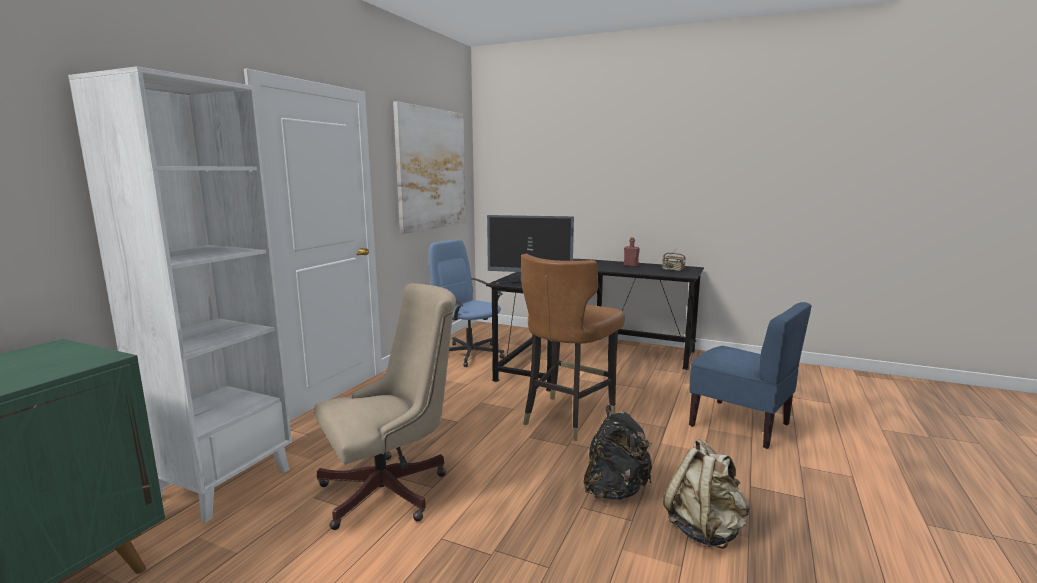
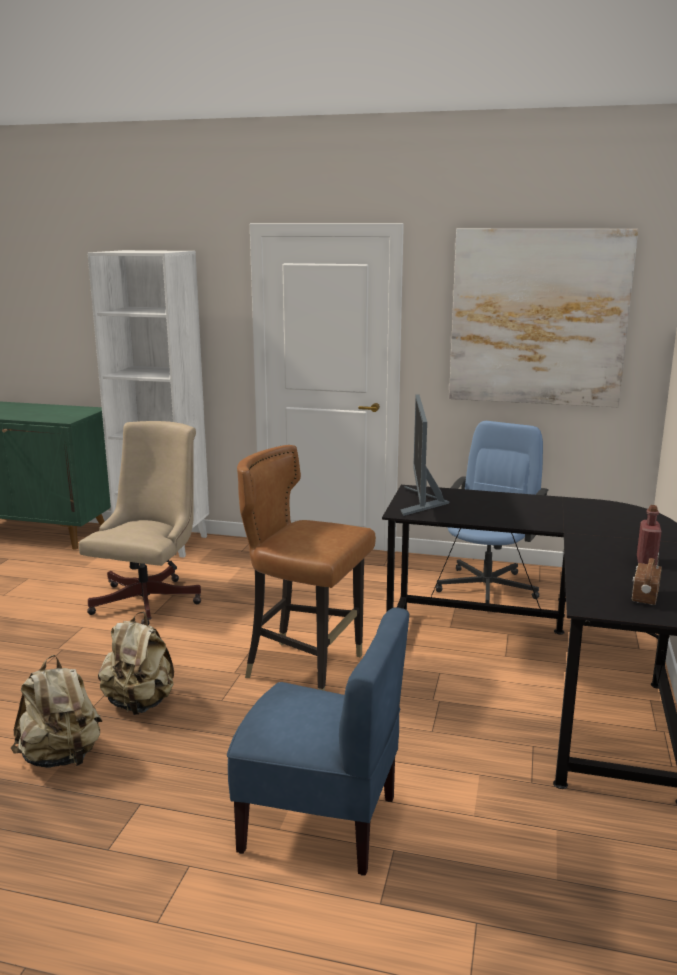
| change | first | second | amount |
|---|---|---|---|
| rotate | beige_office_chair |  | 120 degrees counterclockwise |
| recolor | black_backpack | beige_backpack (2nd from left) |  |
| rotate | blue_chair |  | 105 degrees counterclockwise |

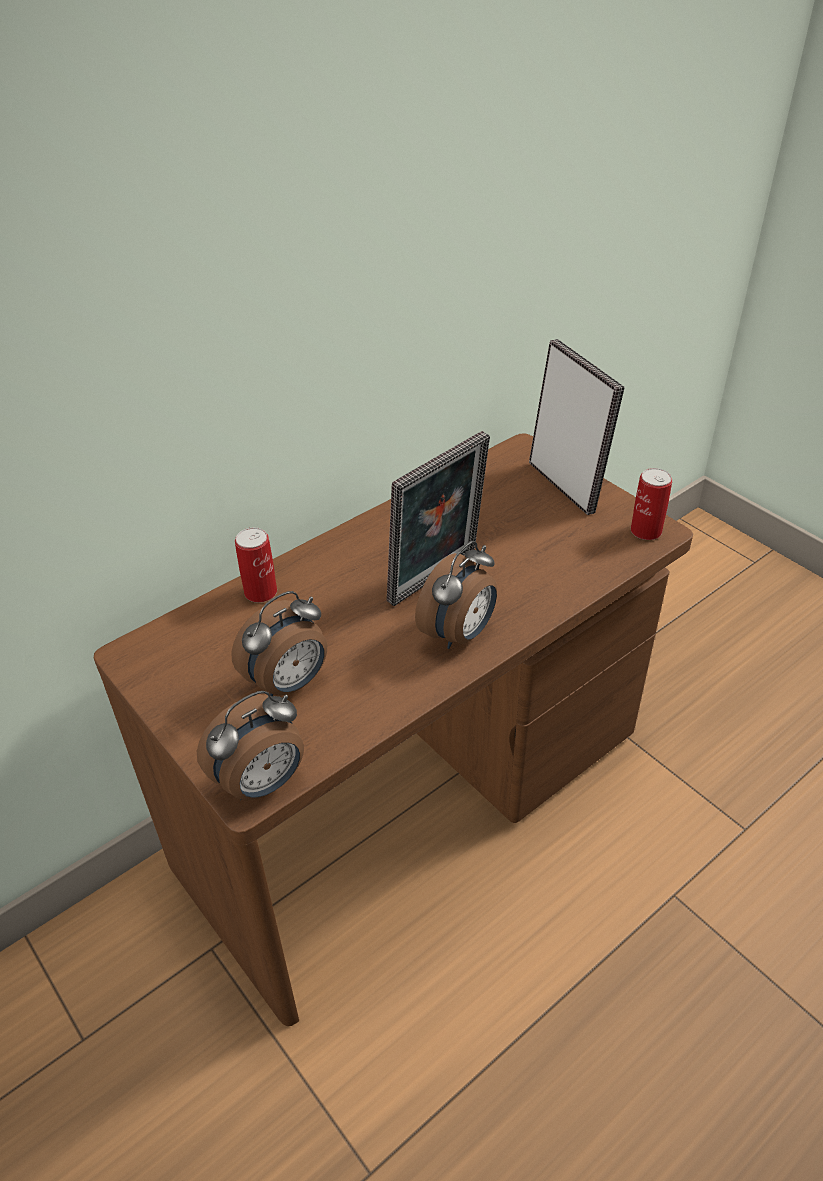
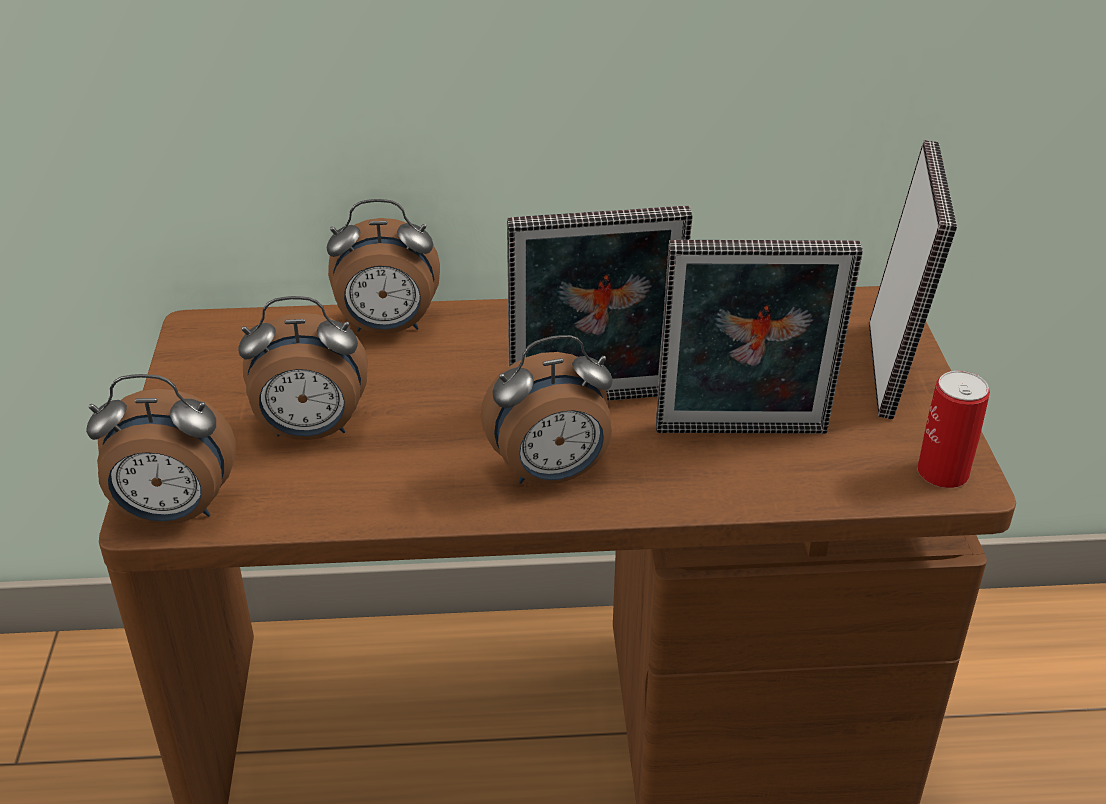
| change | first | second | amount |
|---|---|---|---|
| replace | can (1st from left) | alarm_clock (3rd from left) |  |
| insert |  | picture_frame (2nd from left) |  |

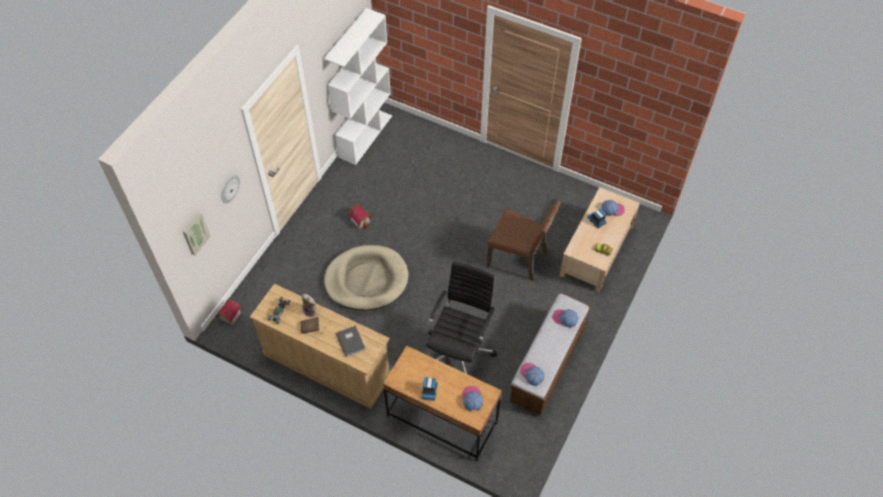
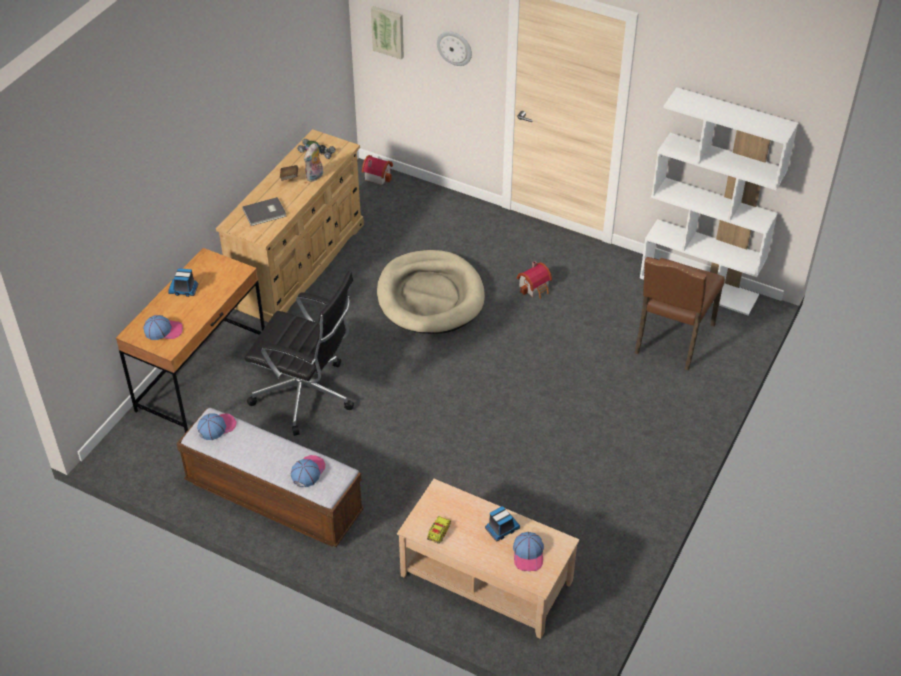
| change | first | second | amount |
|---|---|---|---|
| move | brown_chair |  |  |

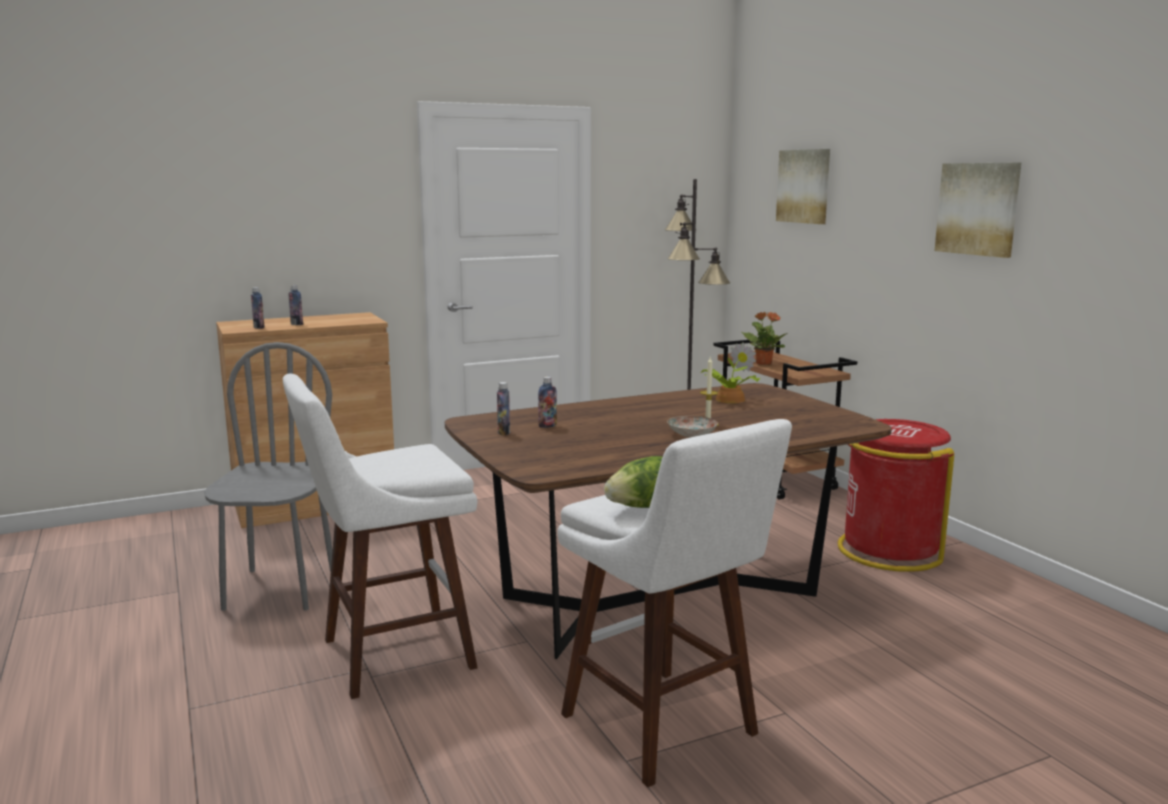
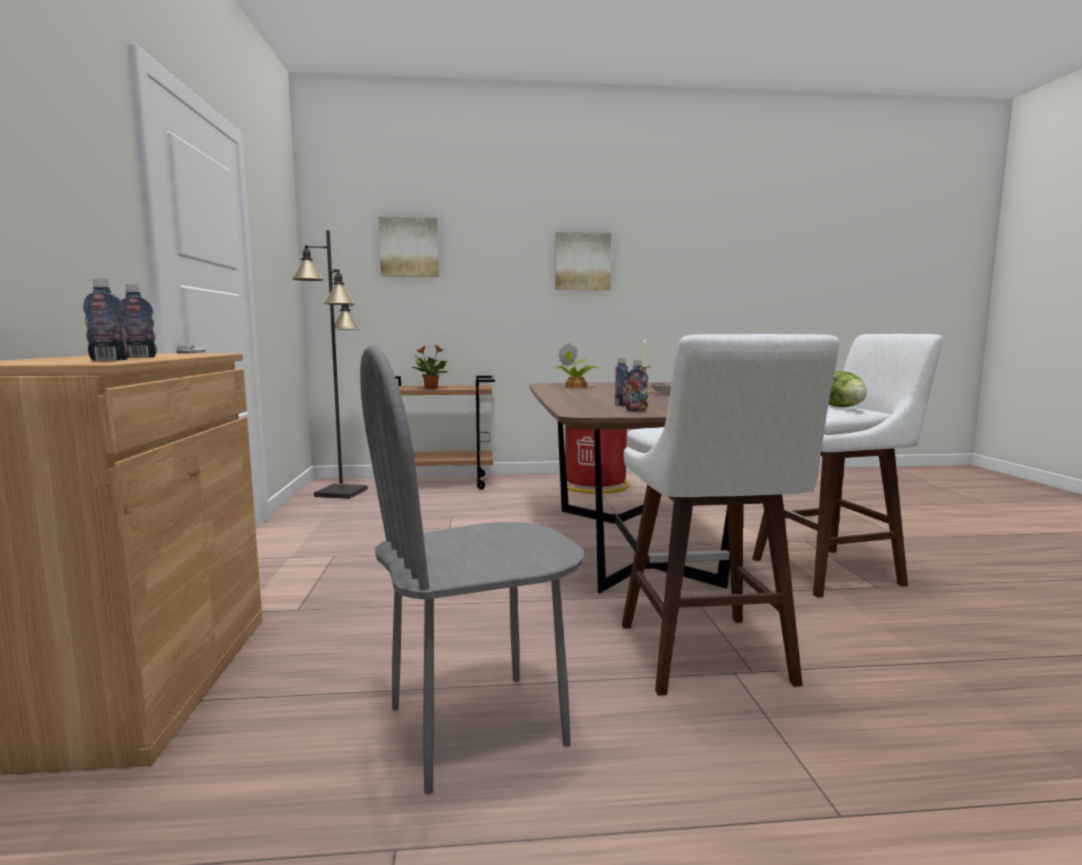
| change | first | second | amount |
|---|---|---|---|
| rotate | grey_chair |  | 45 degrees counterclockwise |

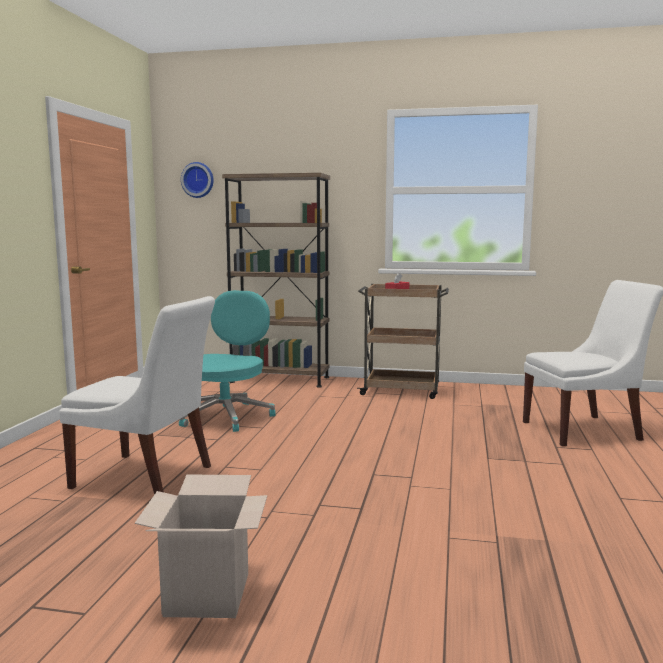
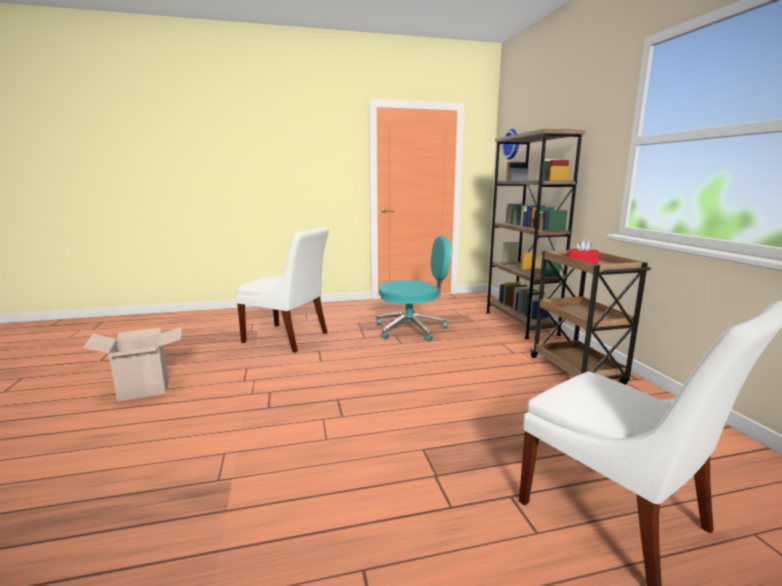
| change | first | second | amount |
|---|---|---|---|
| rotate | white_chair (1st from left) |  | 60 degrees counterclockwise |

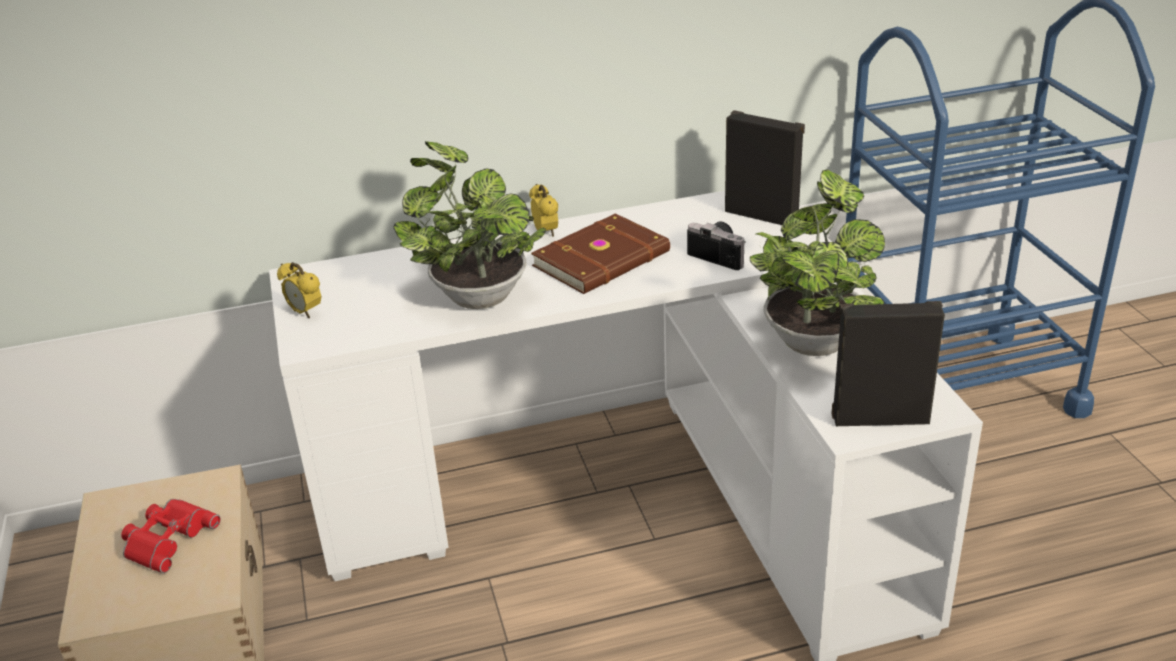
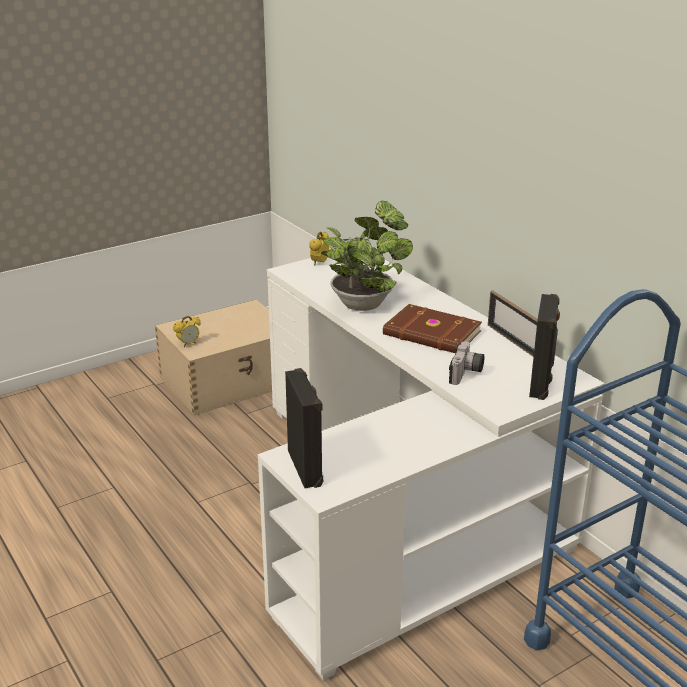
| change | first | second | amount |
|---|---|---|---|
| delete | red_binoculars |  |  |
| move | alarm_clock (2nd from left in the first image) | alarm_clock (1st from left) |  |
| delete | potted_plant (2nd from left) |  |  |
| insert |  | picture_frame |  |

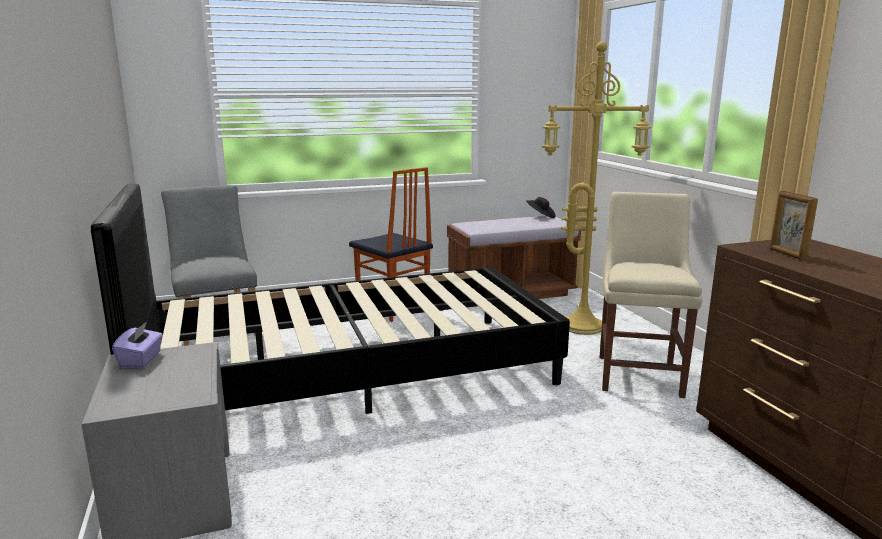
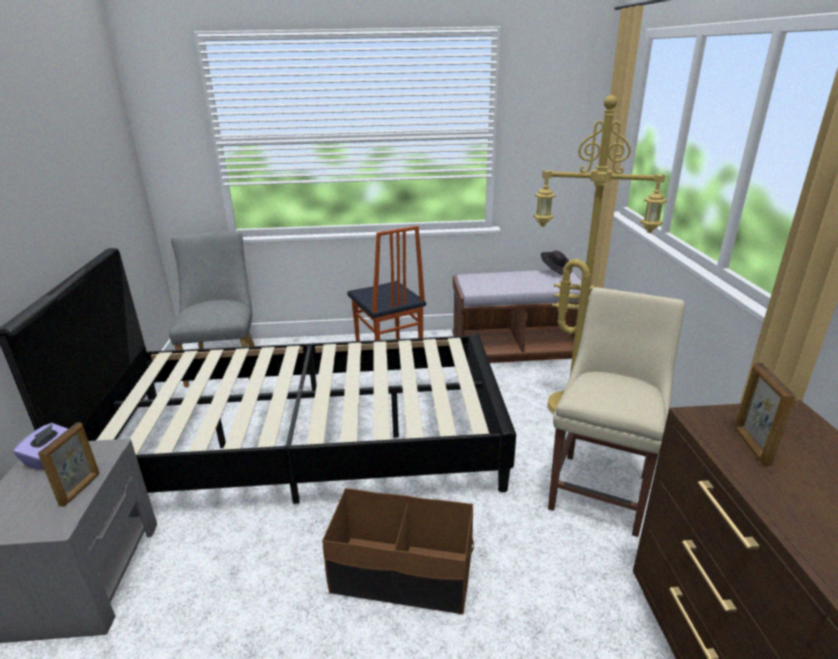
| change | first | second | amount |
|---|---|---|---|
| insert |  | picture_frame (1st from left) |  |
| insert |  | brown_storage_box |  |

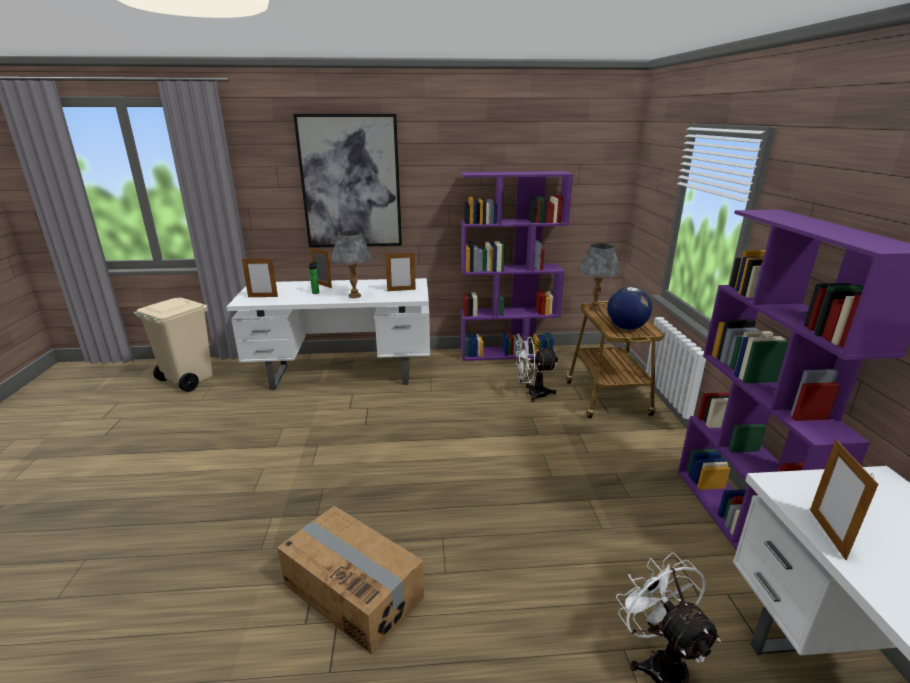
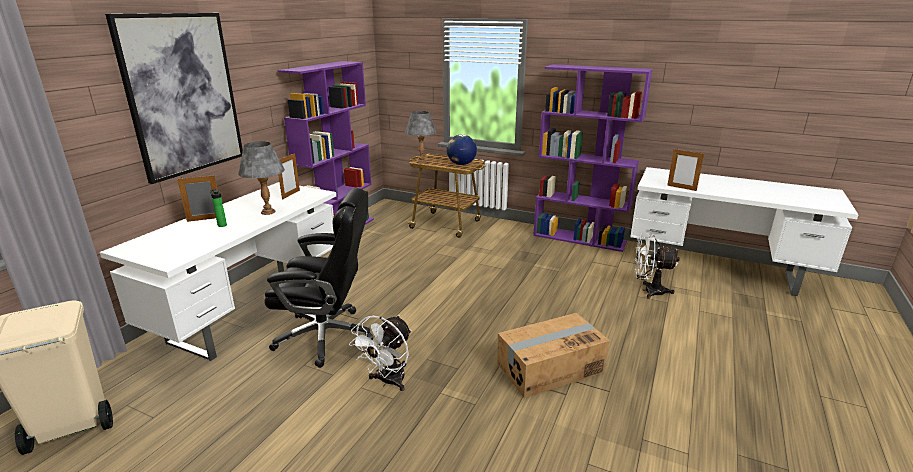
| change | first | second | amount |
|---|---|---|---|
| delete | picture_frame (1st from left) |  |  |
| move | white_fan (1st from left) |  |  |
| insert |  | black_office_chair |  |

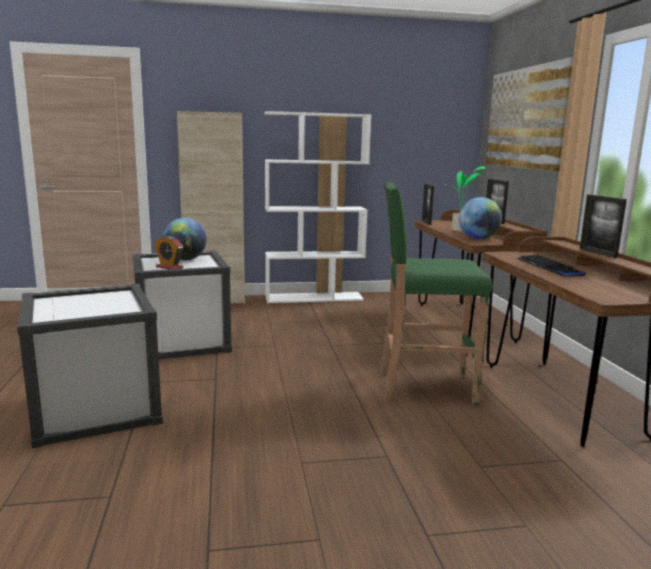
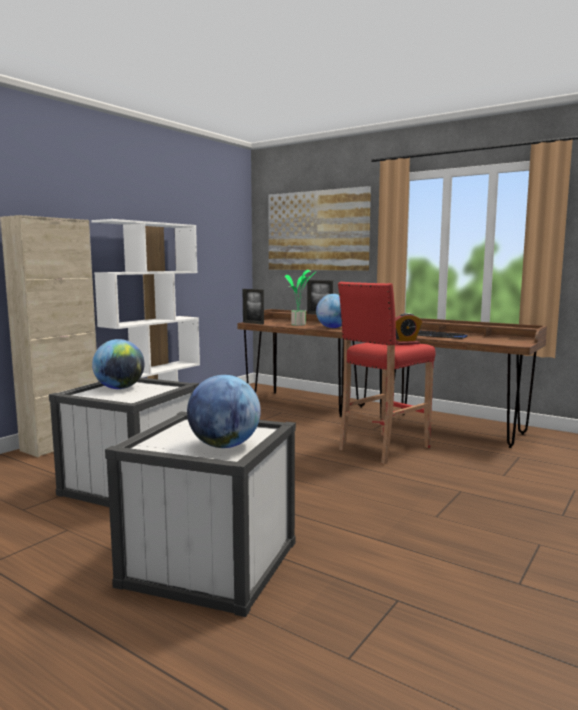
| change | first | second | amount |
|---|---|---|---|
| move | alarm_clock |  |  |
| recolor | green_stool | red_stool |  |
| delete | picture_frame (3rd from left) |  |  |
| insert |  | globe (2nd from left) |  |

